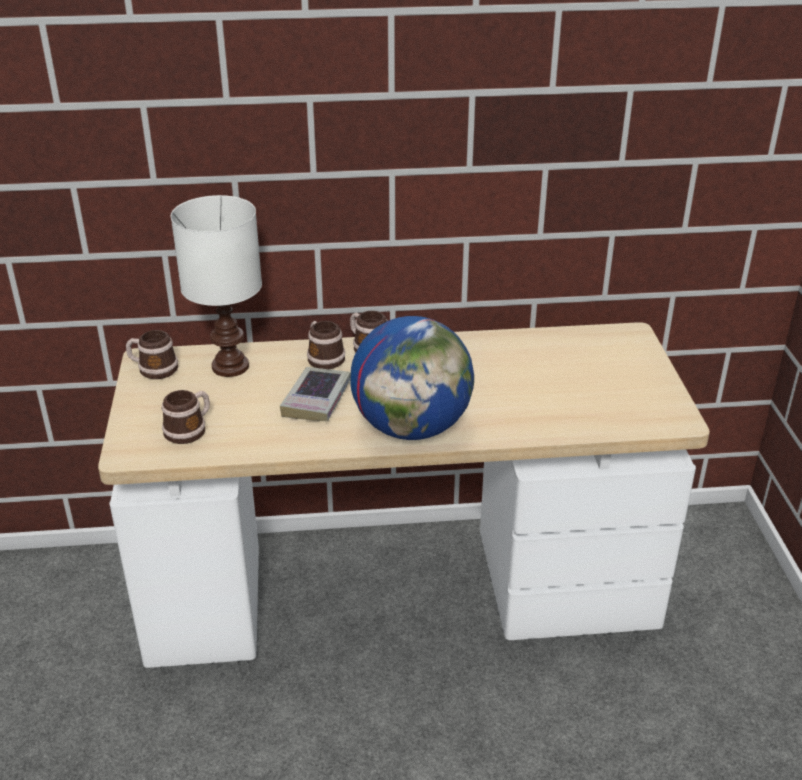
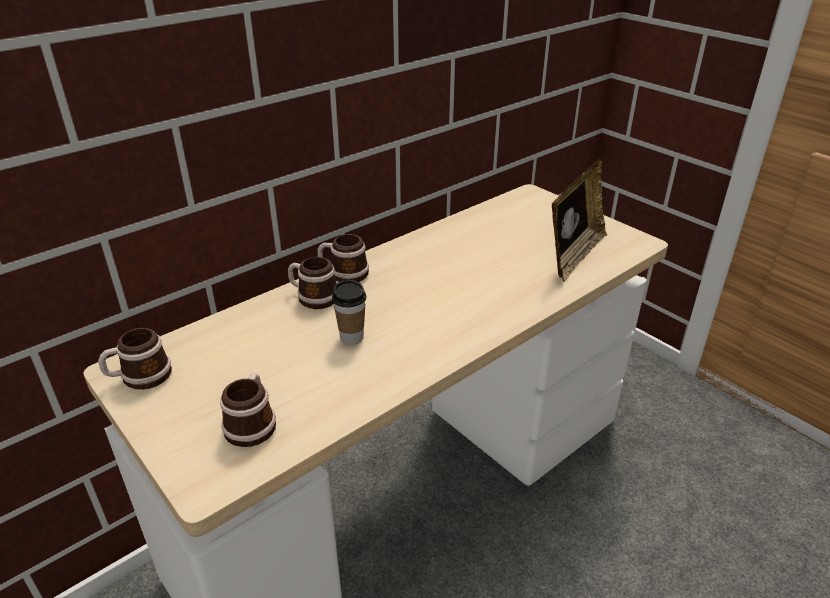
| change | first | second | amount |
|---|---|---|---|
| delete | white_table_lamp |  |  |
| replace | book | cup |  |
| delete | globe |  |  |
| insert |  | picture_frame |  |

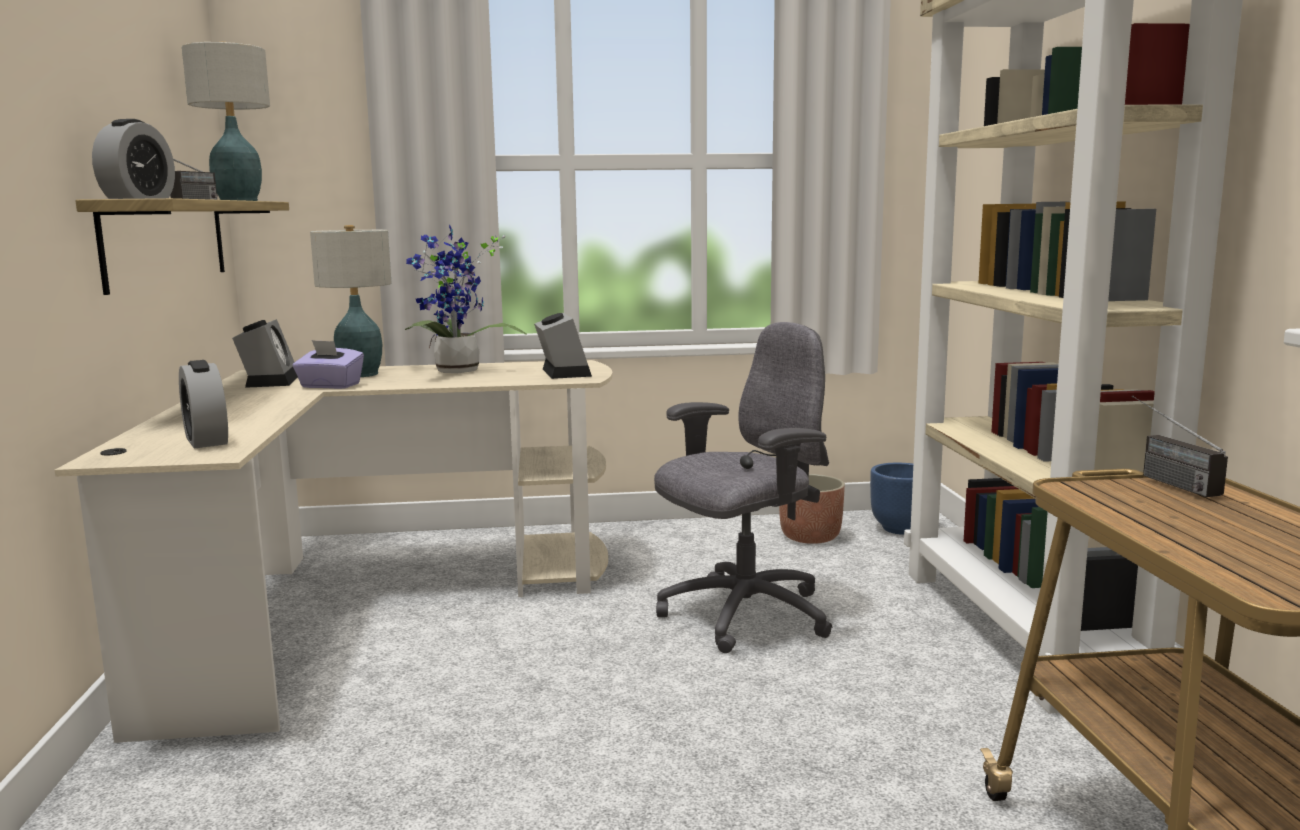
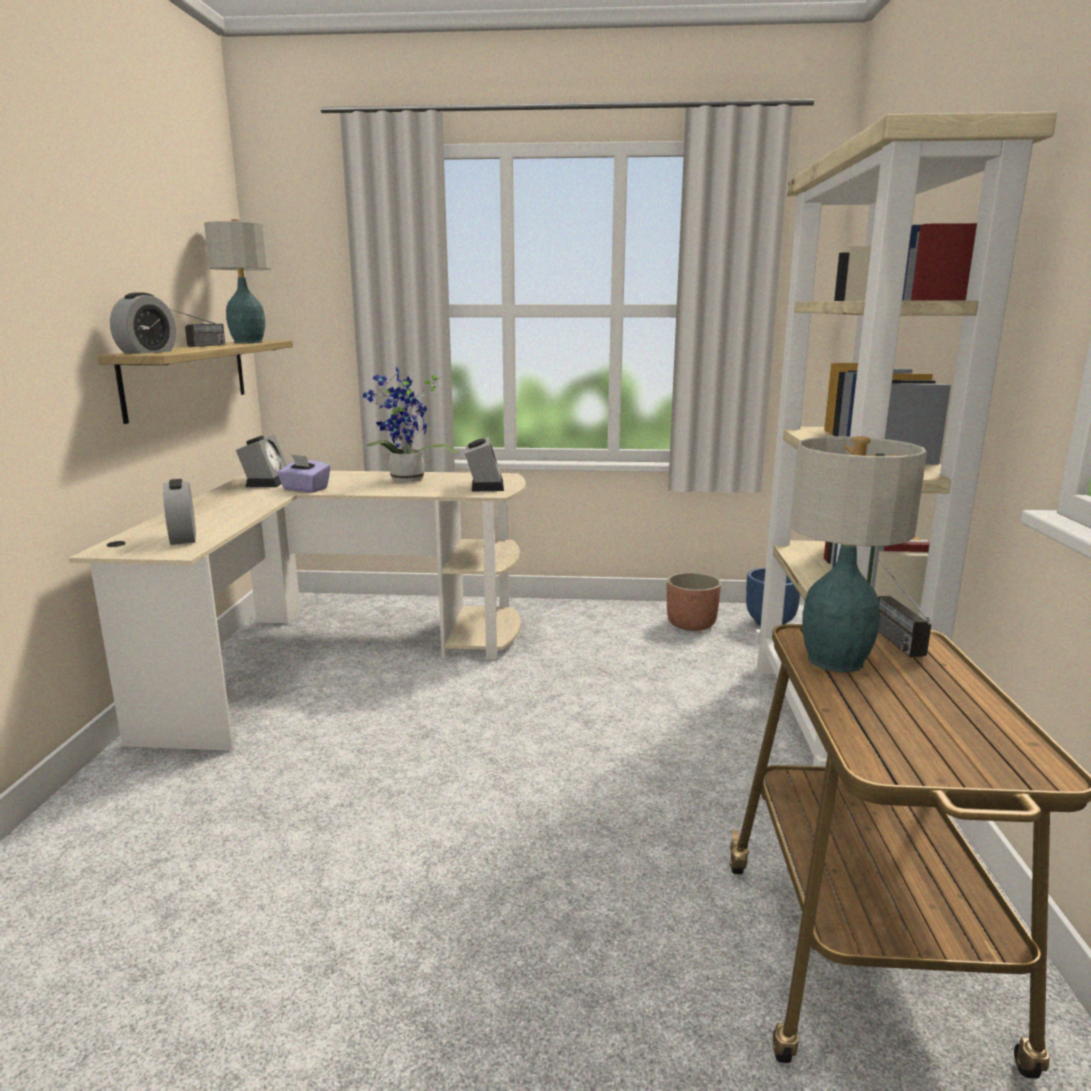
| change | first | second | amount |
|---|---|---|---|
| move | table_lamp (2nd from left) |  |  |
| delete | grey_office_chair |  |  |

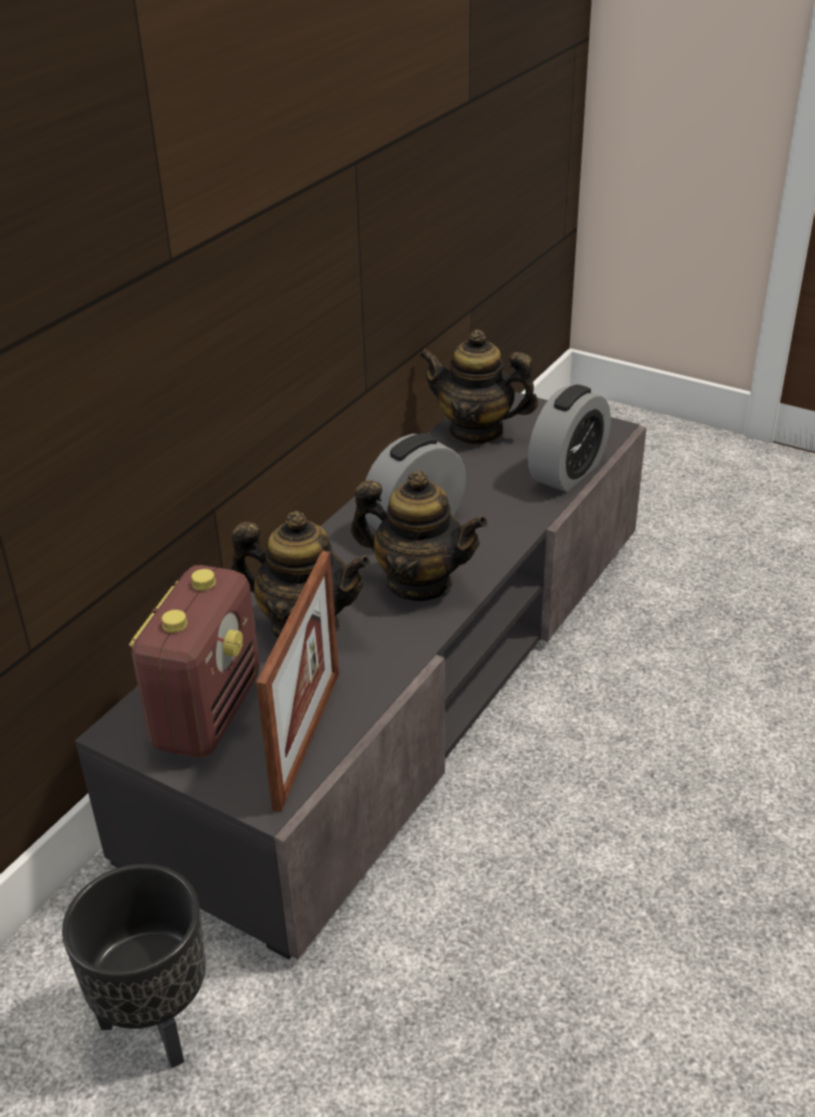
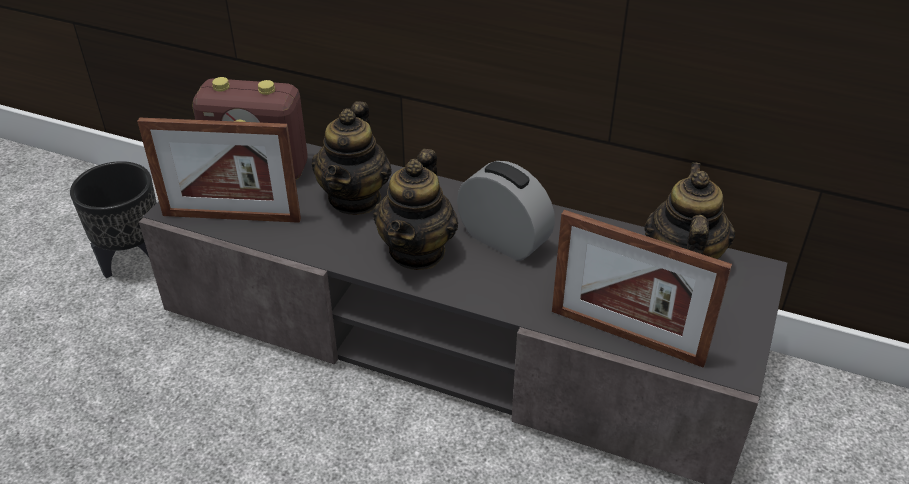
| change | first | second | amount |
|---|---|---|---|
| replace | alarm_clock (2nd from left) | picture_frame (2nd from left) |  |

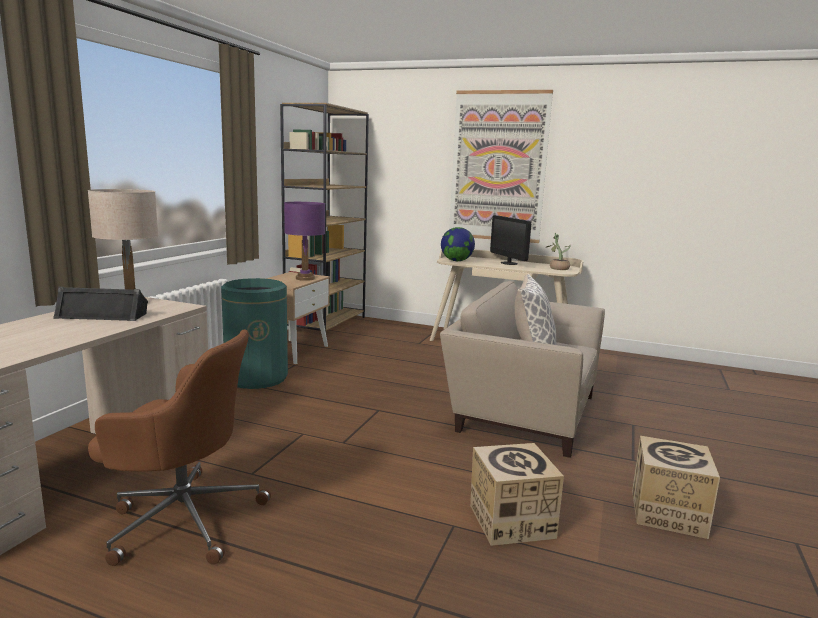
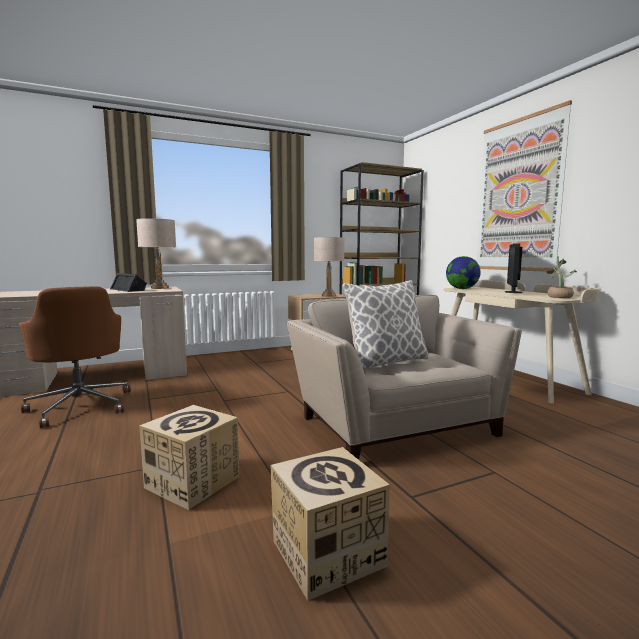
| change | first | second | amount |
|---|---|---|---|
| delete | green_trash_can |  |  |
| recolor | purple_table_lamp | beige_table_lamp (2nd from left) |  |

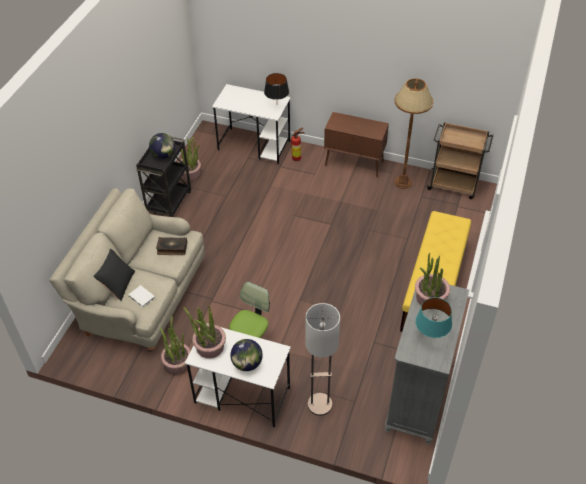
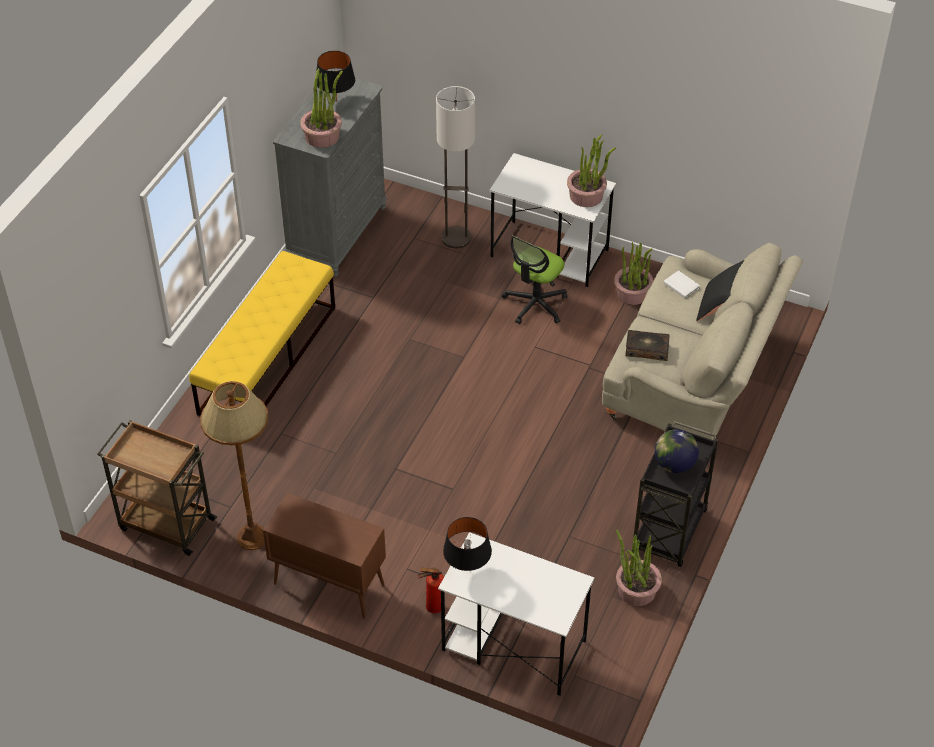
| change | first | second | amount |
|---|---|---|---|
| delete | globe (2nd from left) |  |  |
| recolor | turquoise_table_lamp | black_table_lamp (1st from left) |  |

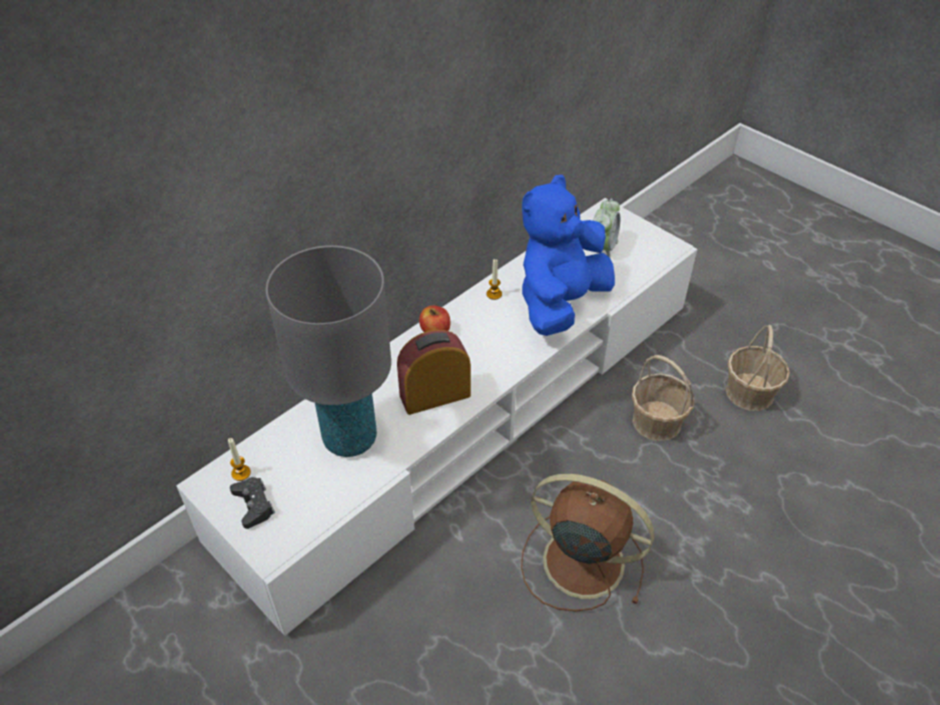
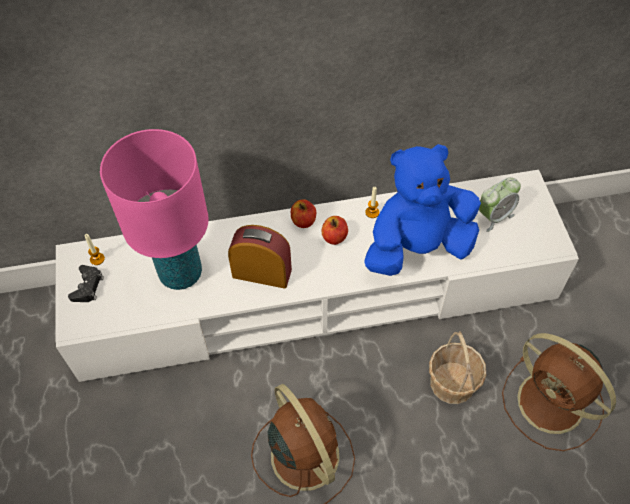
| change | first | second | amount |
|---|---|---|---|
| recolor | grey_table_lamp | pink_table_lamp |  |
| replace | basket (2nd from left) | brown_fan (2nd from left) |  |
| insert |  | apple (2nd from left) |  |

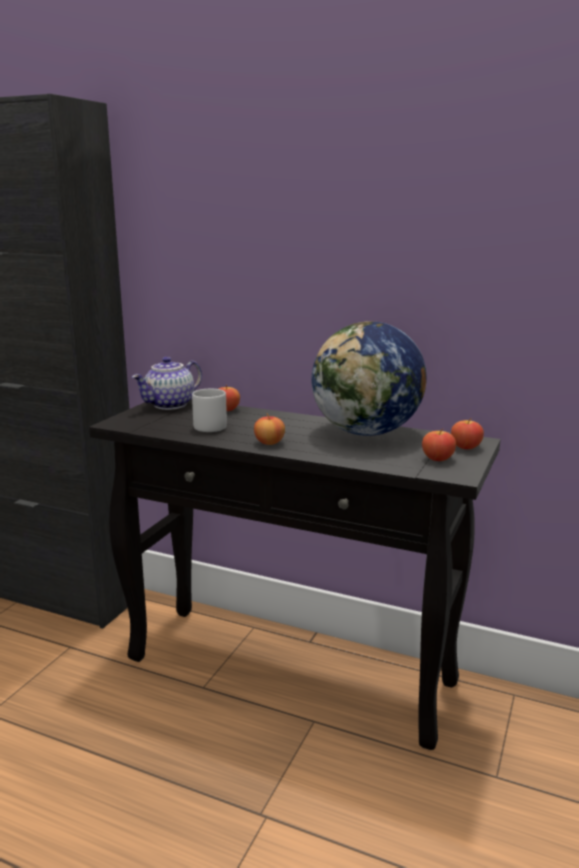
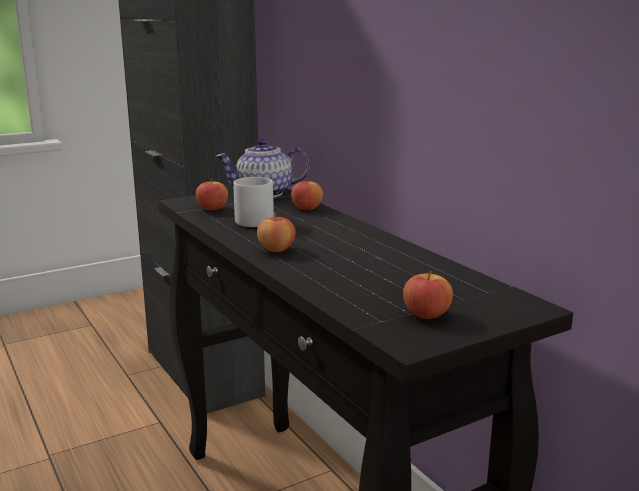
| change | first | second | amount |
|---|---|---|---|
| delete | globe |  |  |
| move | apple (4th from left in the first image) | apple (1st from left) |  |

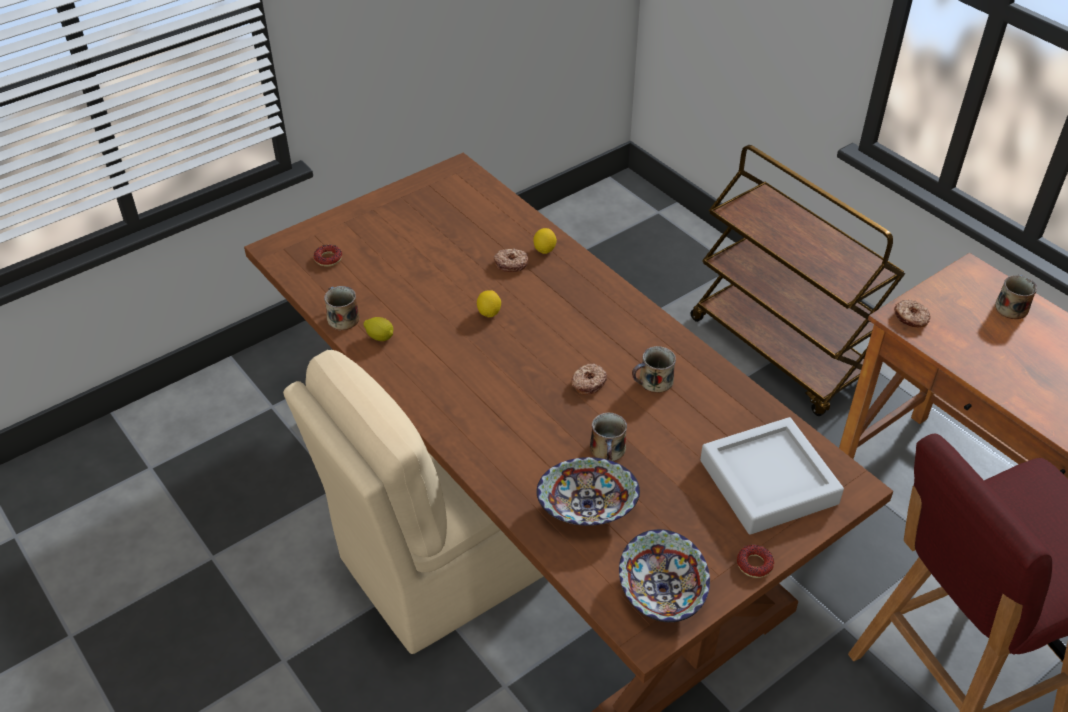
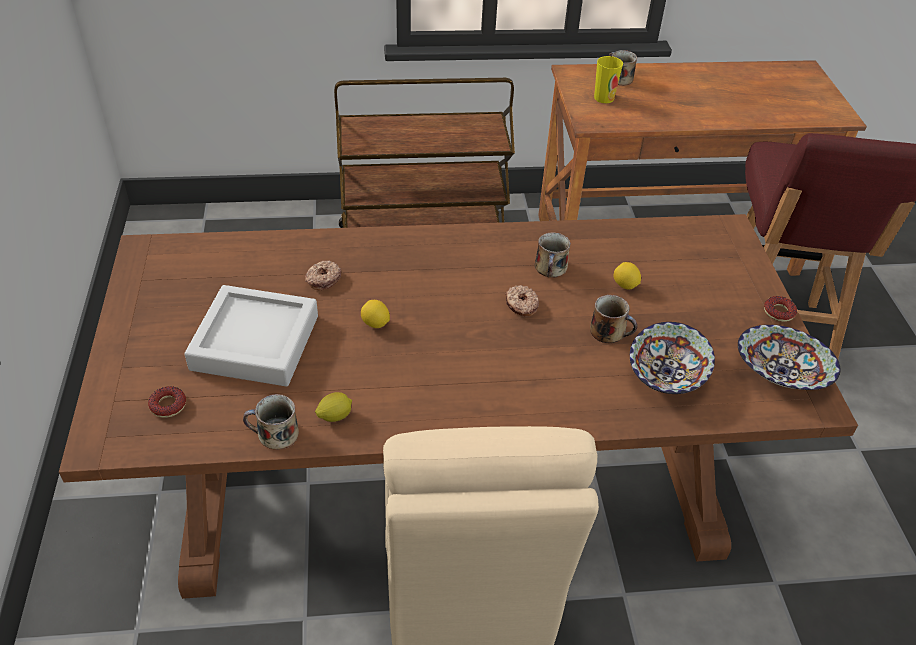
| change | first | second | amount |
|---|---|---|---|
| move | lemon (3rd from left) |  |  |
| move | grey_tray |  |  |
| delete | donut (5th from left) |  |  |
| insert |  | cup |  |

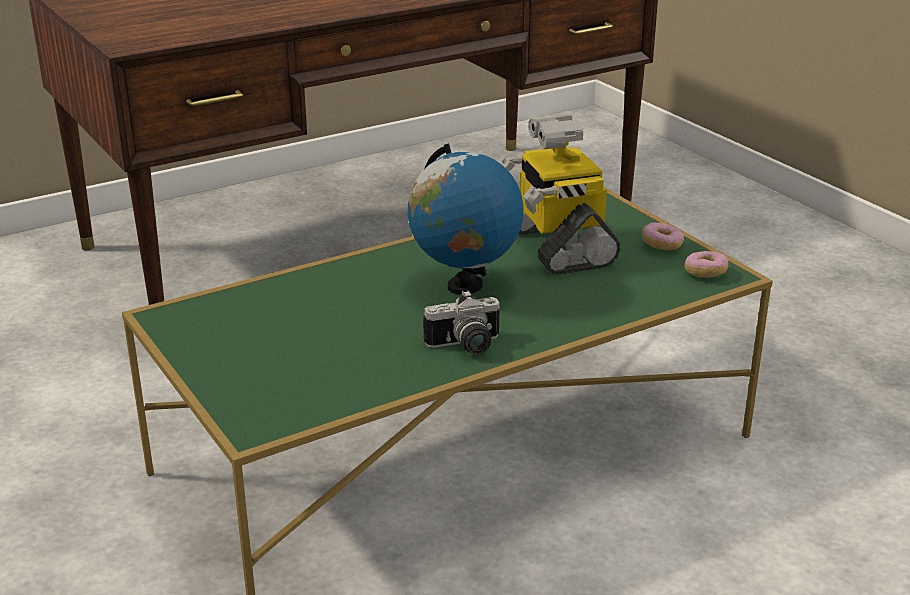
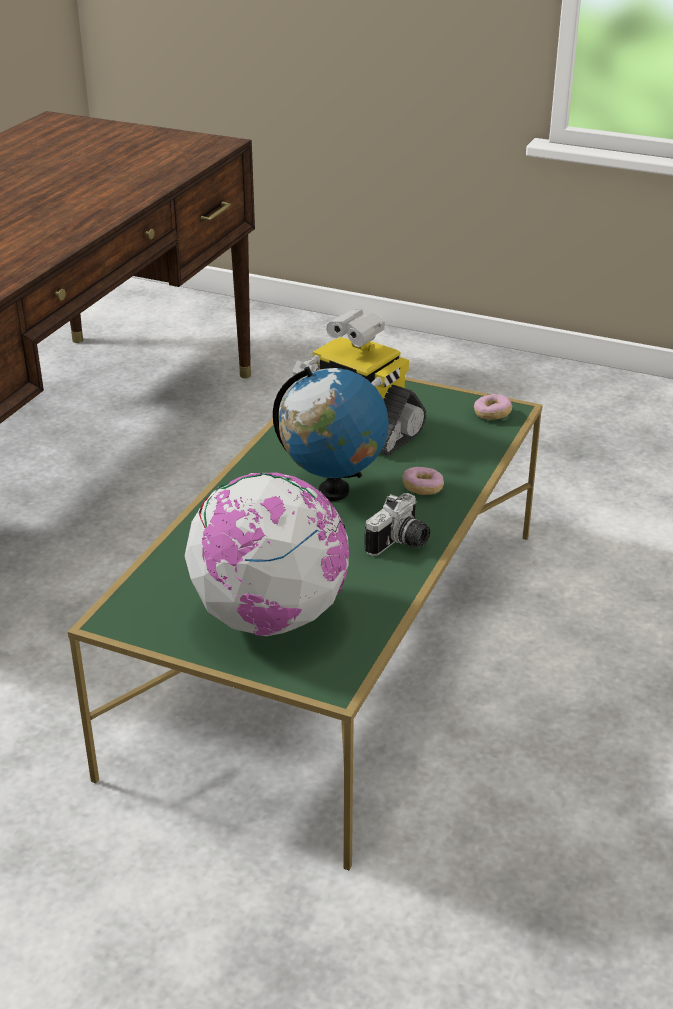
| change | first | second | amount |
|---|---|---|---|
| move | donut (1st from left) |  |  |
| insert |  | globe (1st from left) |  |

